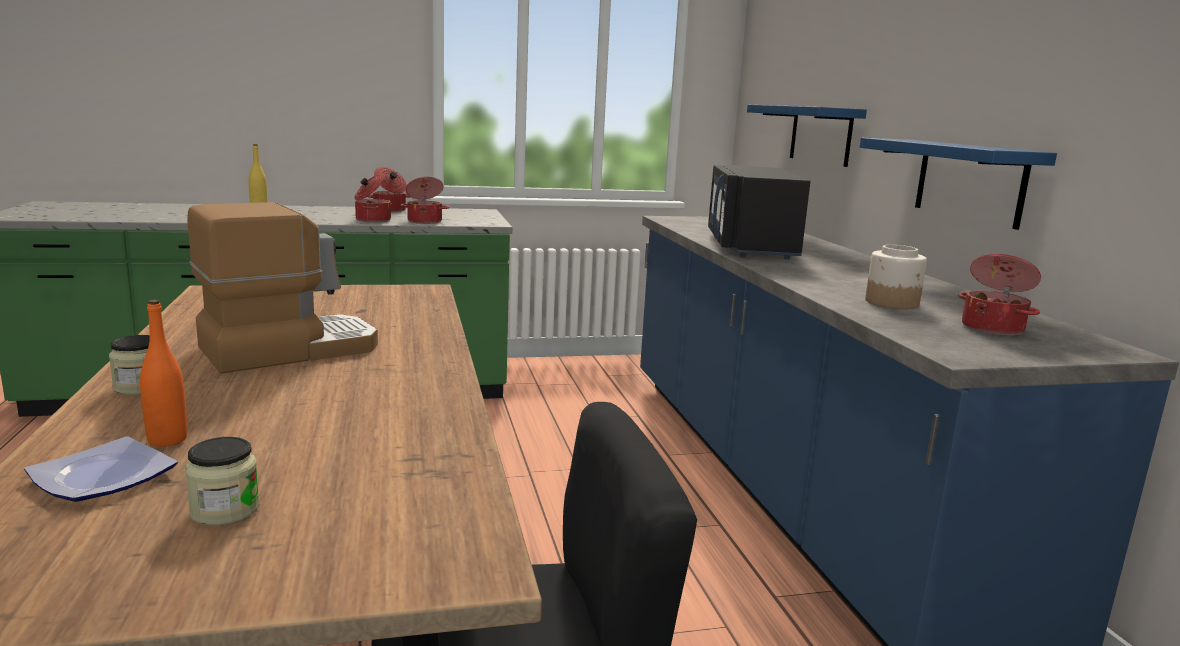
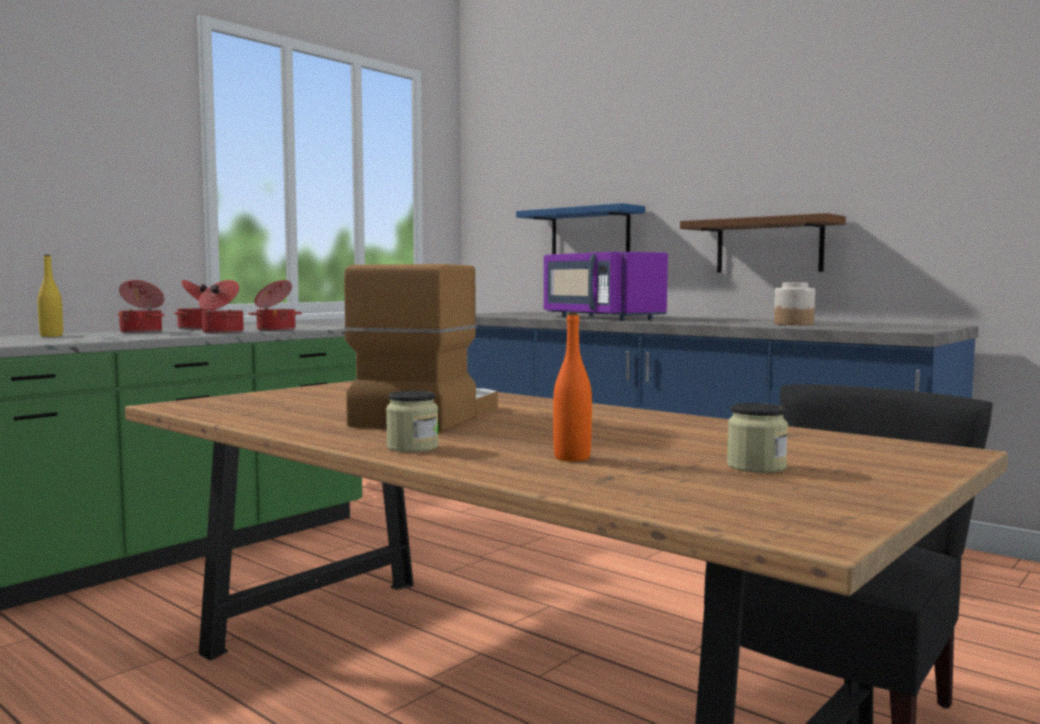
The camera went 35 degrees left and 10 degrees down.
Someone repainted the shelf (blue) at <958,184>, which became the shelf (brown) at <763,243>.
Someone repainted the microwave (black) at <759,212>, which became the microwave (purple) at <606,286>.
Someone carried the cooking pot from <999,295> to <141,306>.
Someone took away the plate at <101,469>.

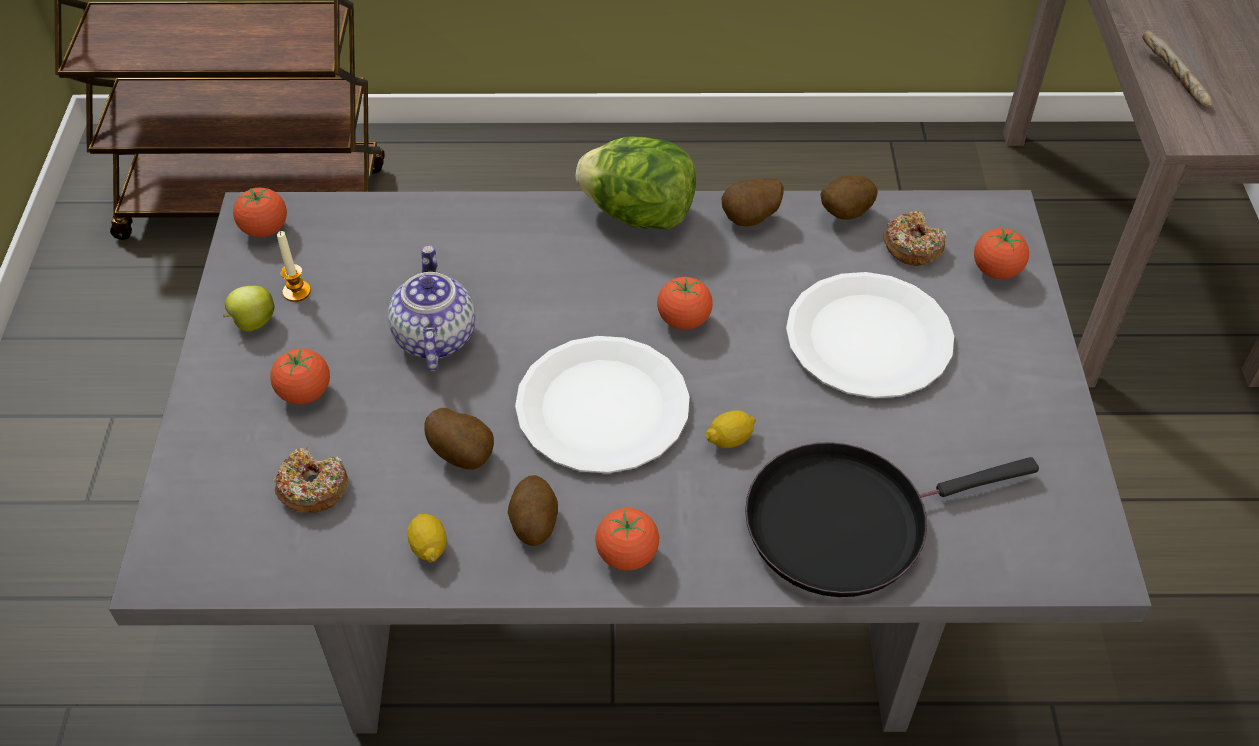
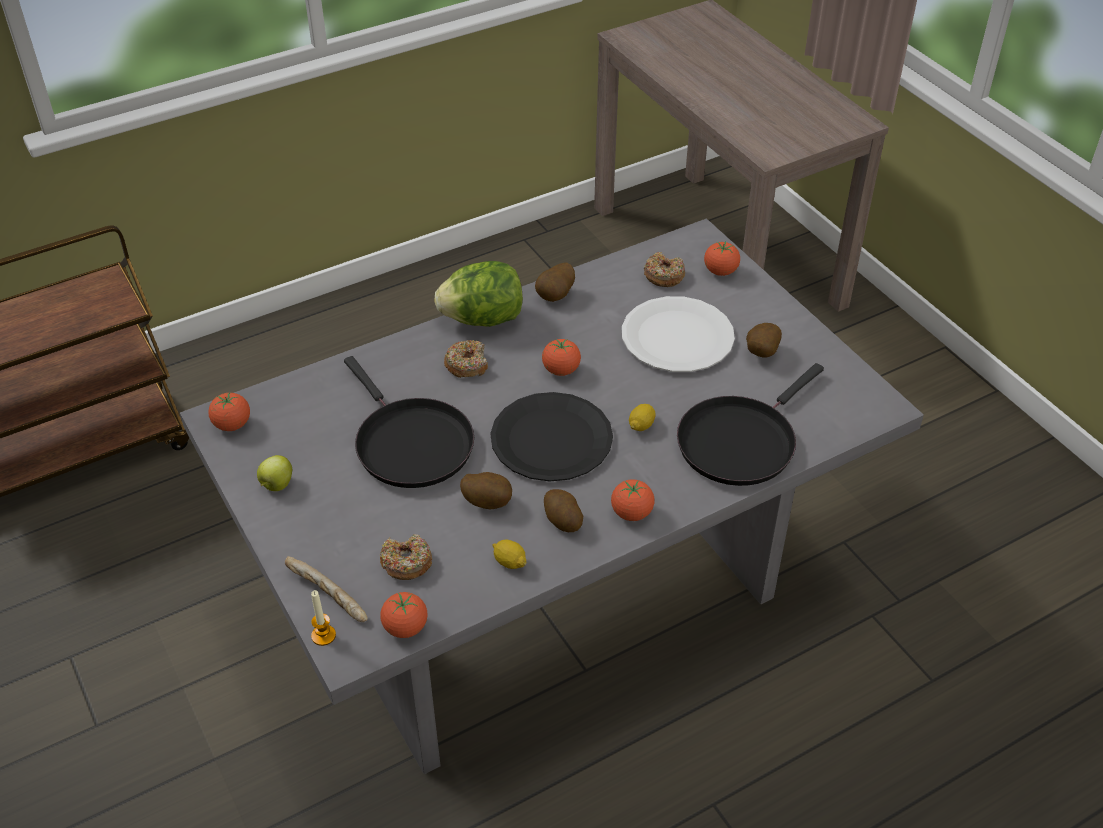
The camera went 30 degrees left and 5 degrees down.
Someone carried the bread from <1177,69> to <326,589>.
Someone carried the potato from <849,197> to <764,340>.
Someone carried the candle from <294,266> to <323,618>.
Someone swapped the teapot at <431,308> for the frying pan (black) at <409,422>.
Someone repainted the plate (white) at <602,404>, which became the plate (black) at <551,437>.
Someone carried the tomato from <300,376> to <404,615>.
Someone put down the donut at <466,359>.

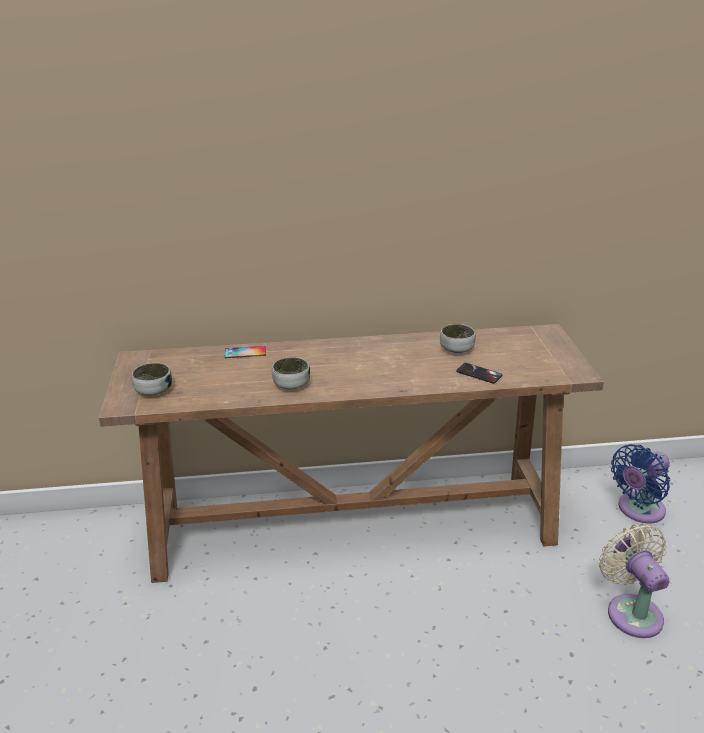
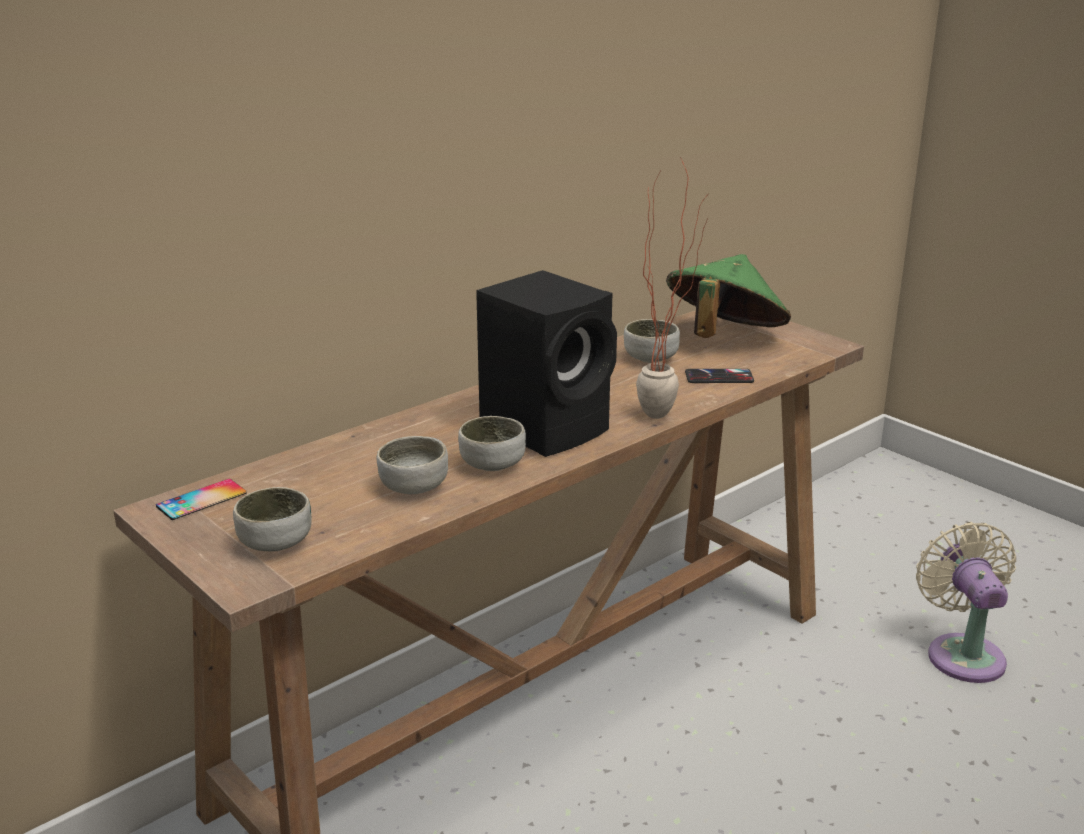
The camera went 35 degrees left and 5 degrees down.
Someone carried the phone from <245,352> to <201,499>.
Someone took away the fan (blue) at <640,484>.
Someone rotated the fan (beige) at <634,581> by 45 degrees clockwise.
Someone put down the potted plant at <673,288>.
Someone put down the hat (green) at <728,296>.
Someone put down the speaker (black) at <546,363>.
Someone put down the bowl at <412,465>.

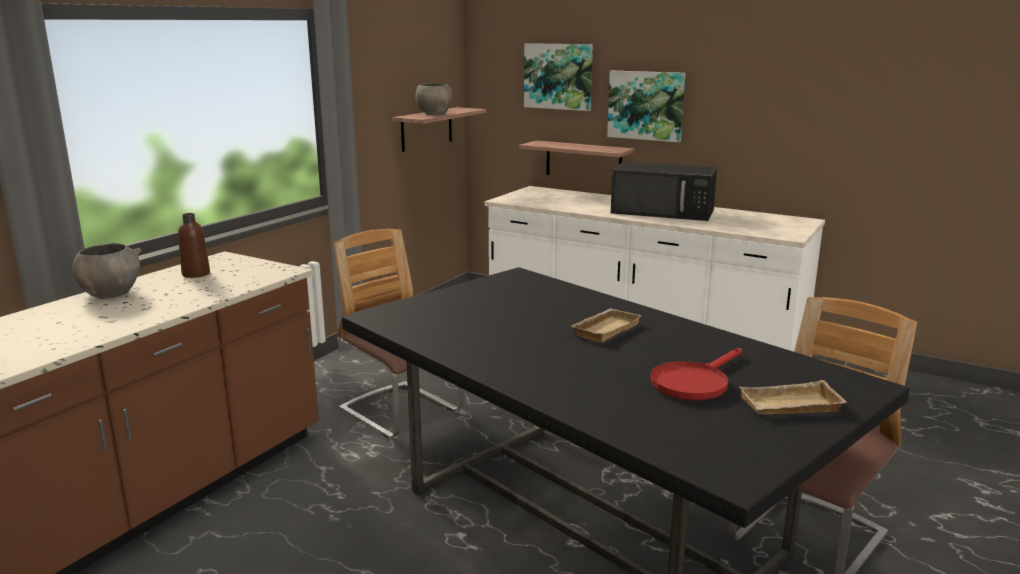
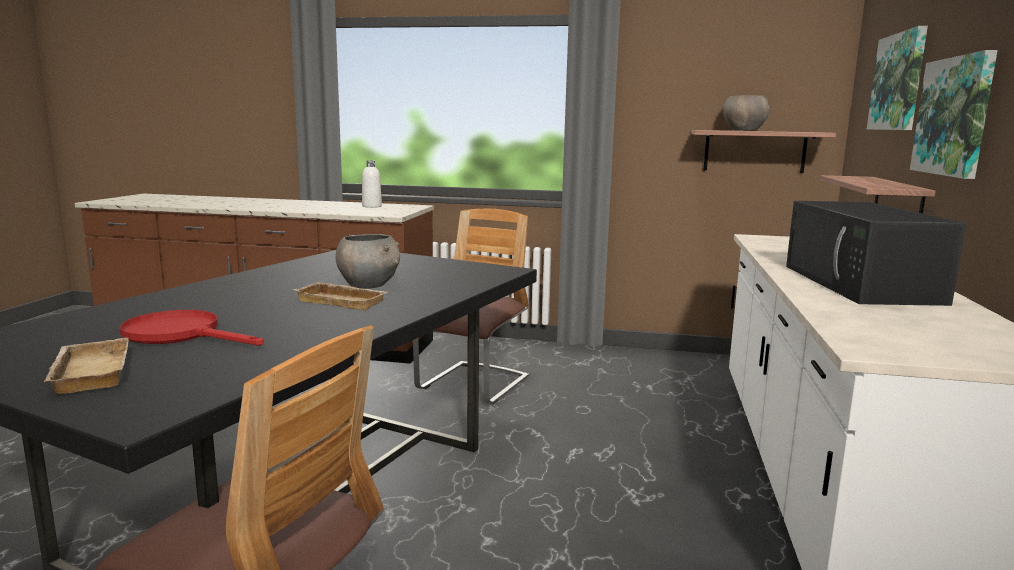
The camera went 70 degrees right and 5 degrees down.
Someone repainted the bottle (brown) at <194,245>, which became the bottle (white) at <372,184>.
Someone carried the bowl (grey) from <107,270> to <368,261>.

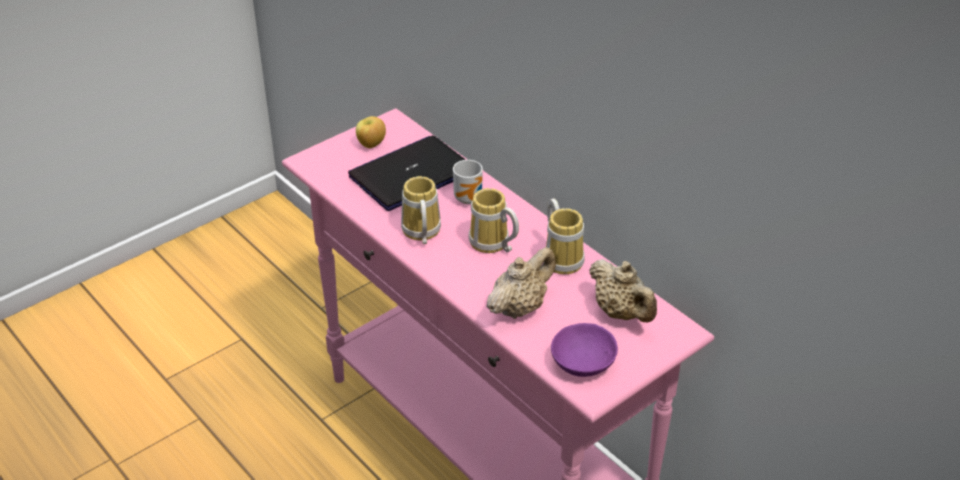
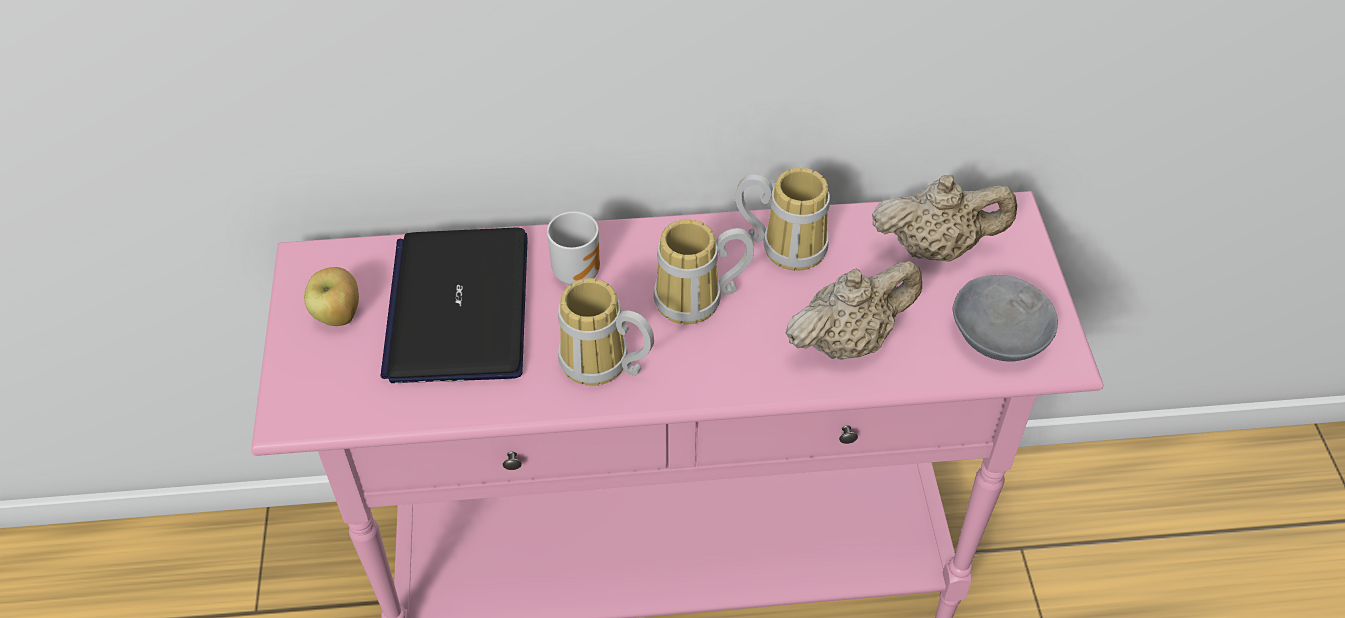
The camera went 55 degrees left and 10 degrees up.
Someone rotated the teapot (beige) at <521,283> by 75 degrees clockwise.
Someone repainted the bowl (purple) at <584,350>, which became the bowl (grey) at <1005,318>.

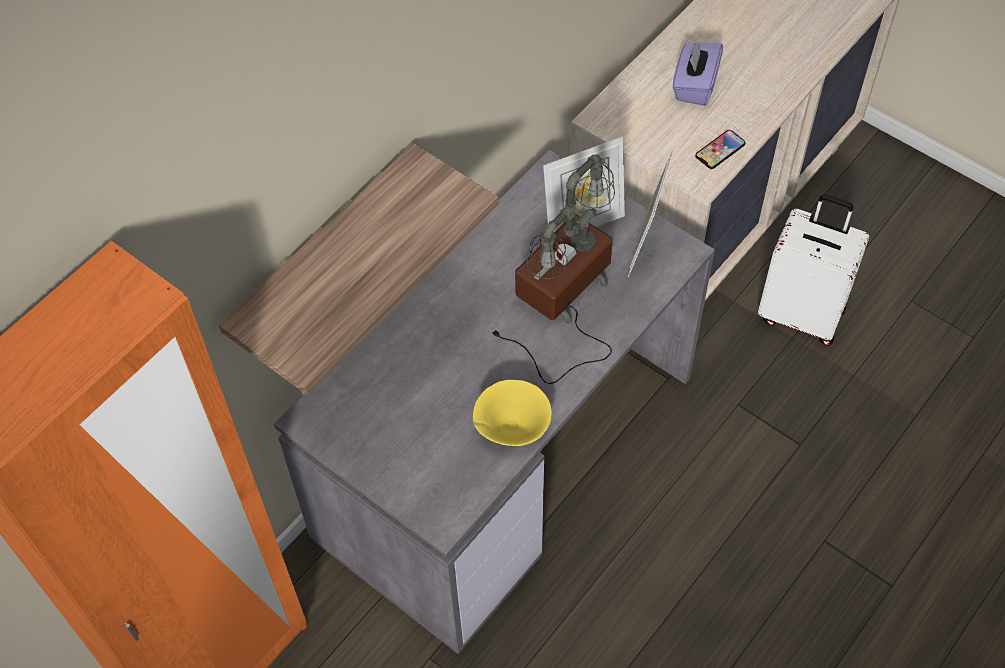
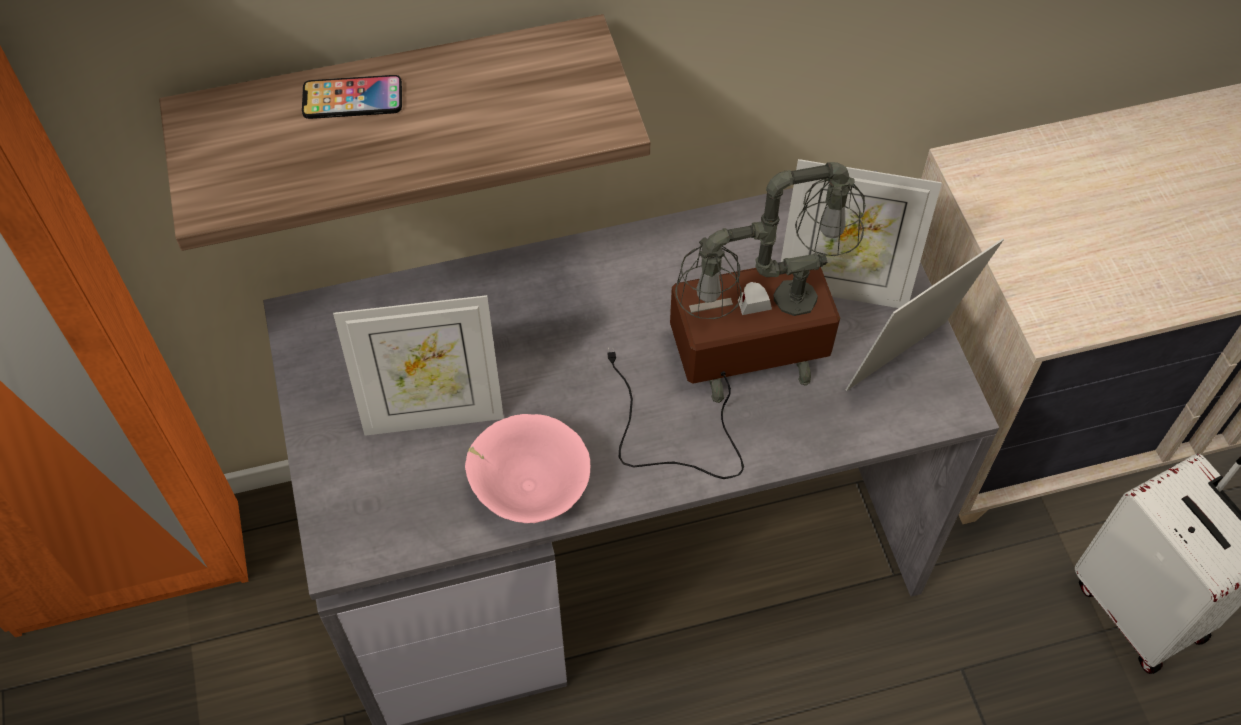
The camera went 35 degrees right and 0 degrees up.
Someone took away the tissue box (purple) at <697,73>.
Someone carried the phone from <720,149> to <352,97>.
Someone repainted the bowl (yellow) at <512,413>, which became the bowl (pink) at <527,468>.
Someone put down the picture frame at <418,365>.

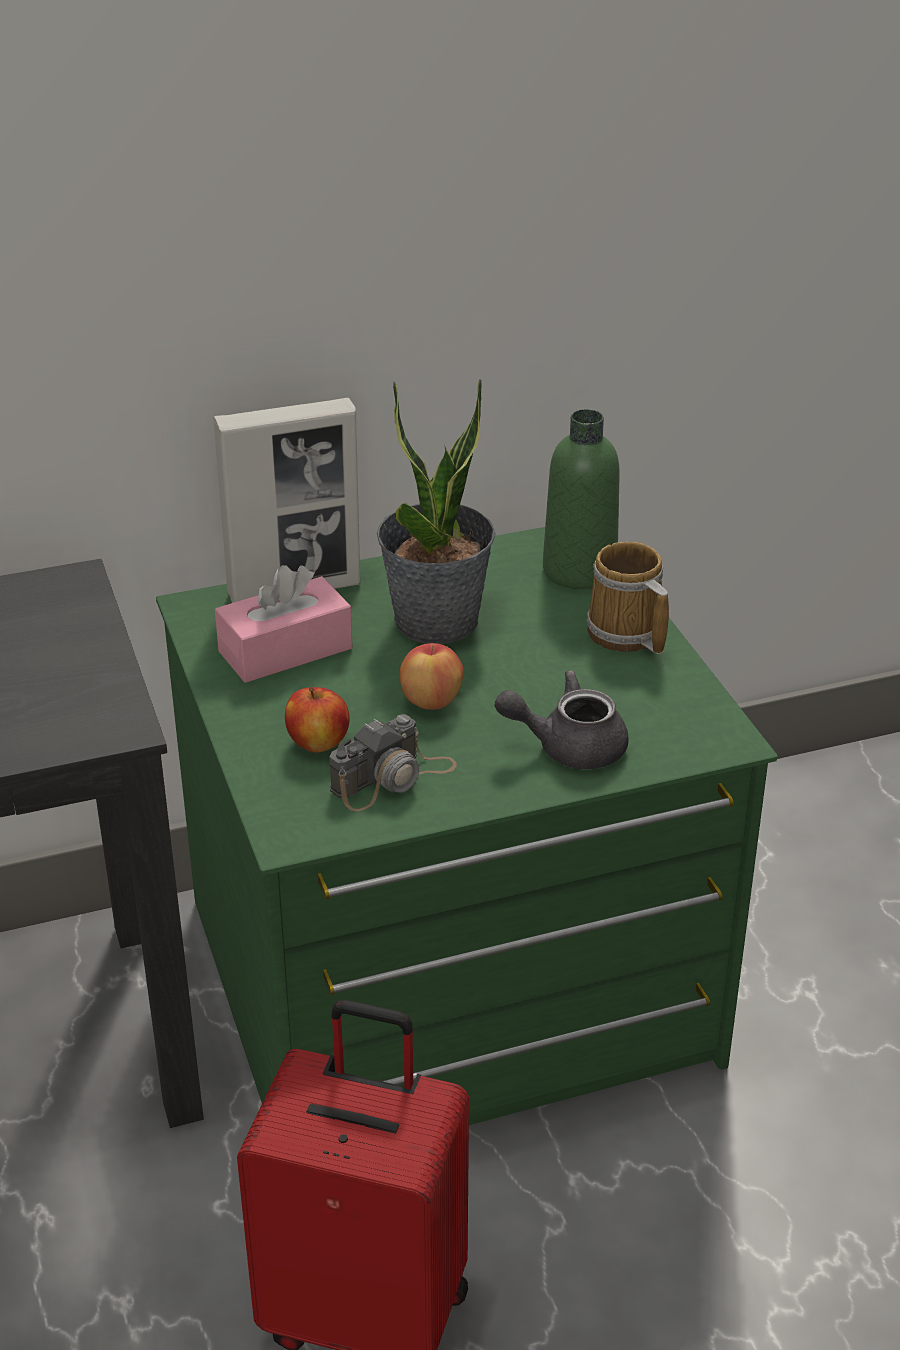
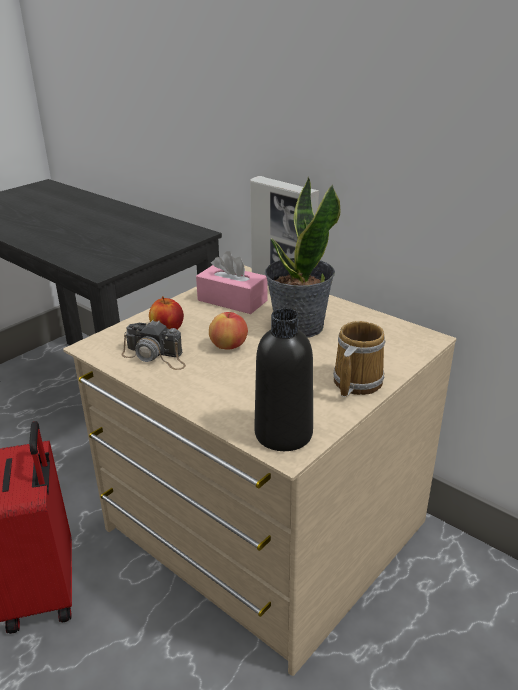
The camera went 60 degrees right and 5 degrees down.
Someone took away the bottle (green) at <581,499>.
Someone repainted the dresser (green) at <467,826>, which became the dresser (beige) at <259,470>.
Someone took away the teapot (grey) at <562,719>.
Someone put down the bottle (black) at <283,379>.

